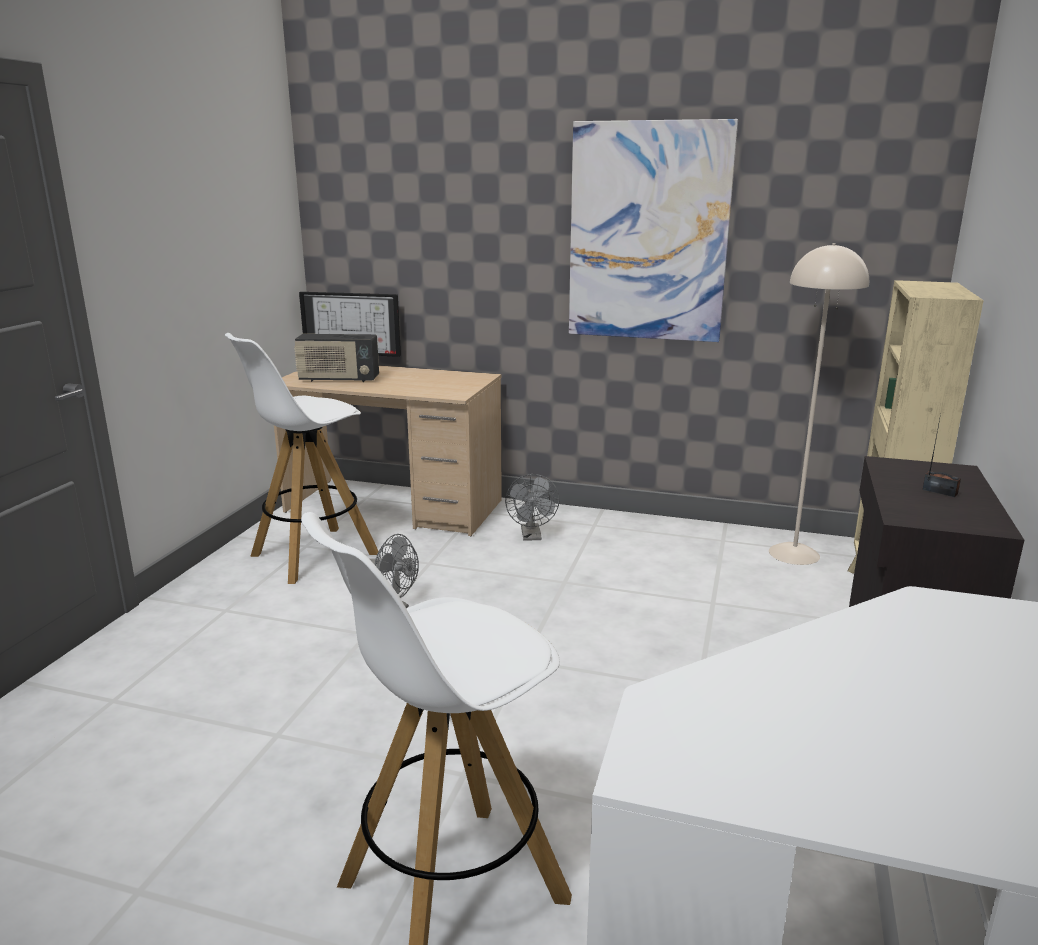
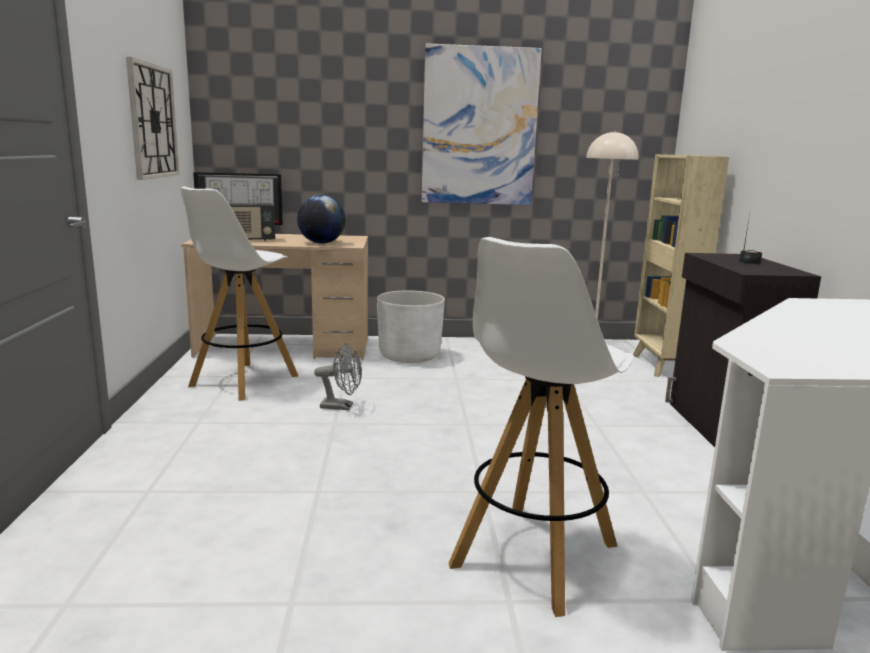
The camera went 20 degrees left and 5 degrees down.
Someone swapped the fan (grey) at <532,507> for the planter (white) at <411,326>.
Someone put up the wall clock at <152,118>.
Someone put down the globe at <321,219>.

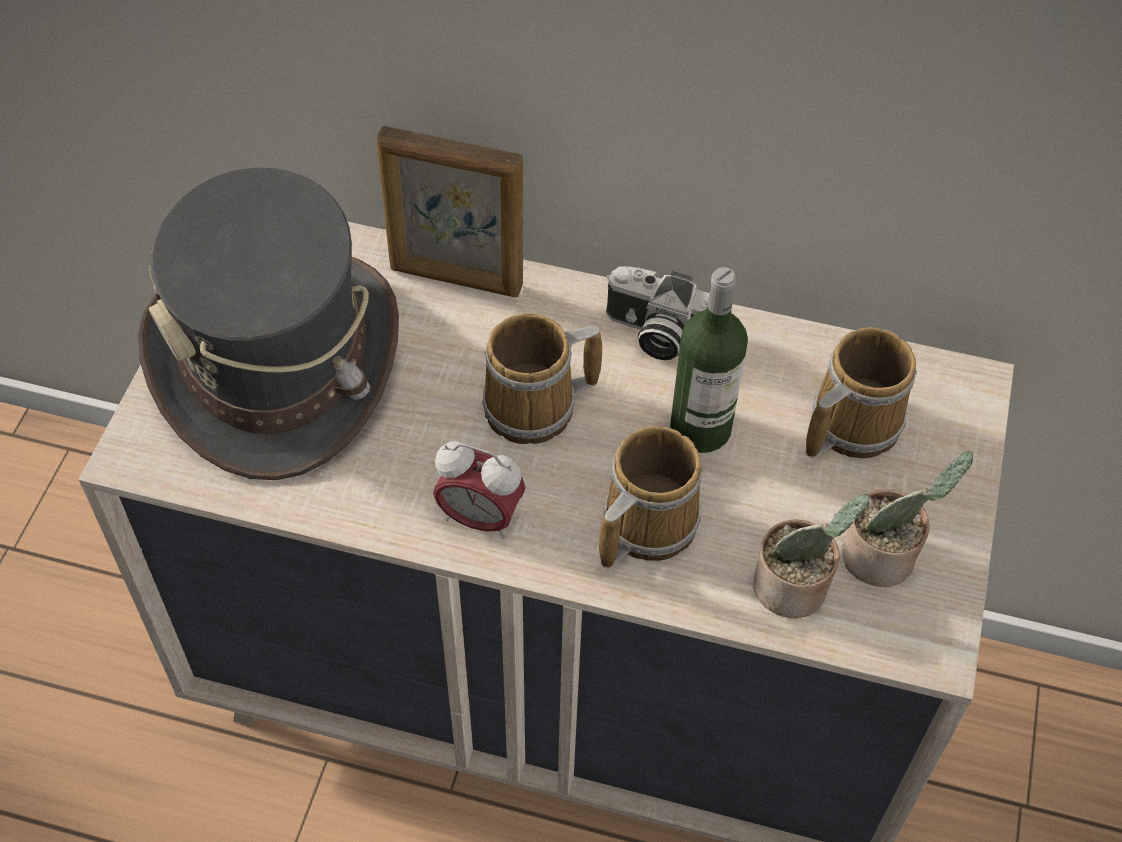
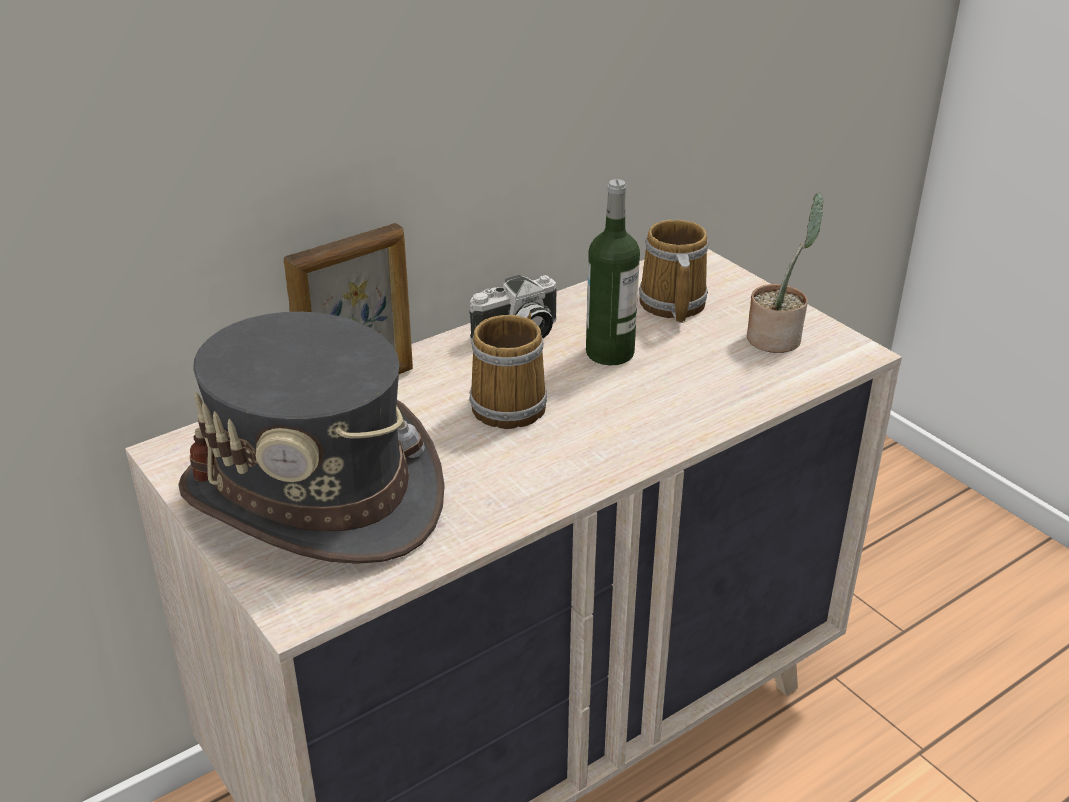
The camera went 50 degrees left and 20 degrees down.
Someone took away the mug at <651,497>.
Someone took away the alarm clock at <479,490>.
Someone took away the potted plant at <811,555>.

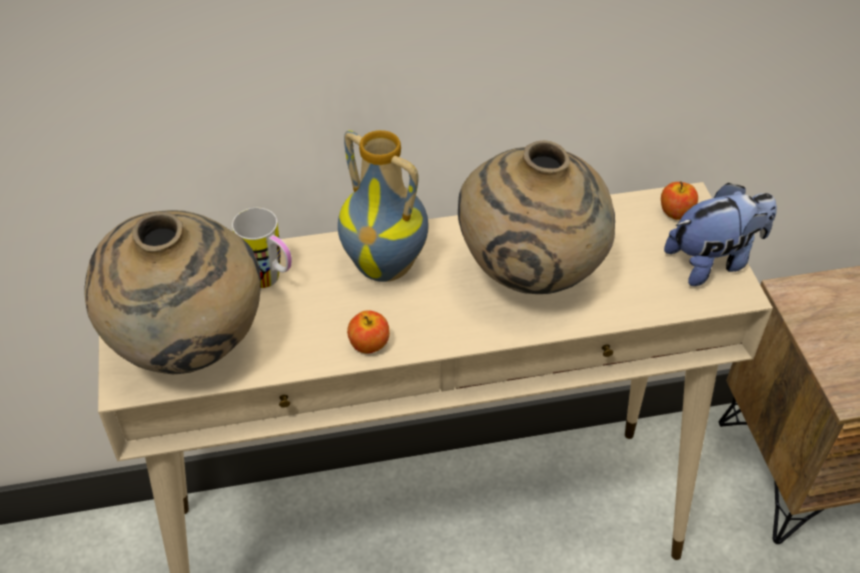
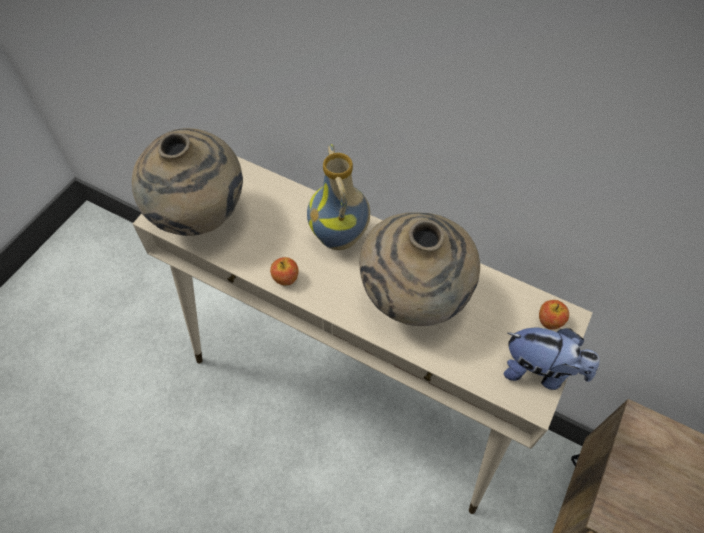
The camera went 40 degrees right and 10 degrees up.
Someone took away the mug at <262,248>.

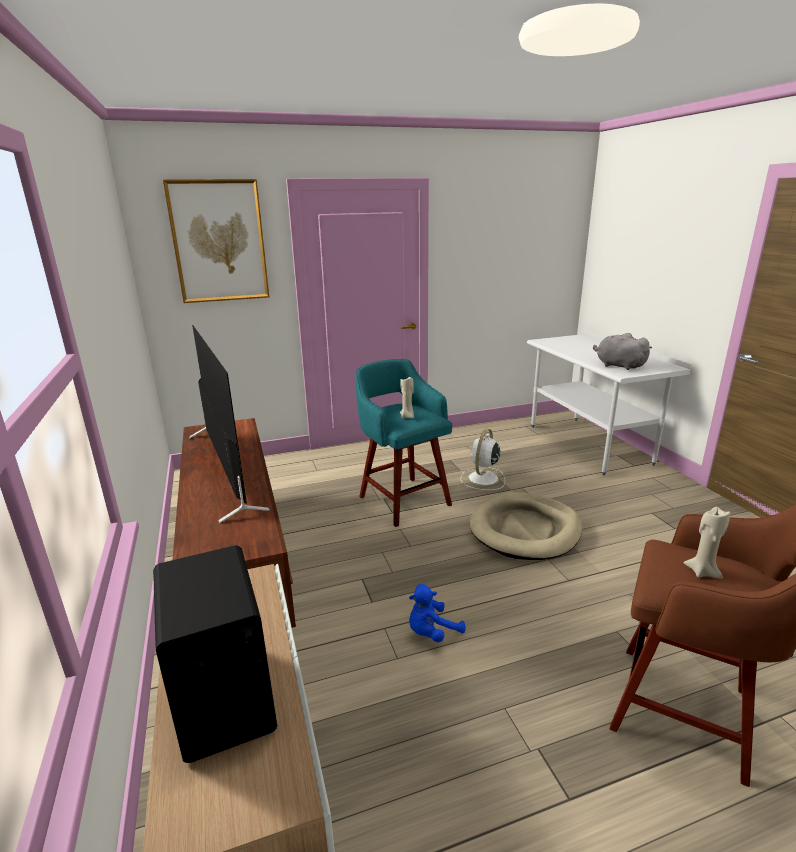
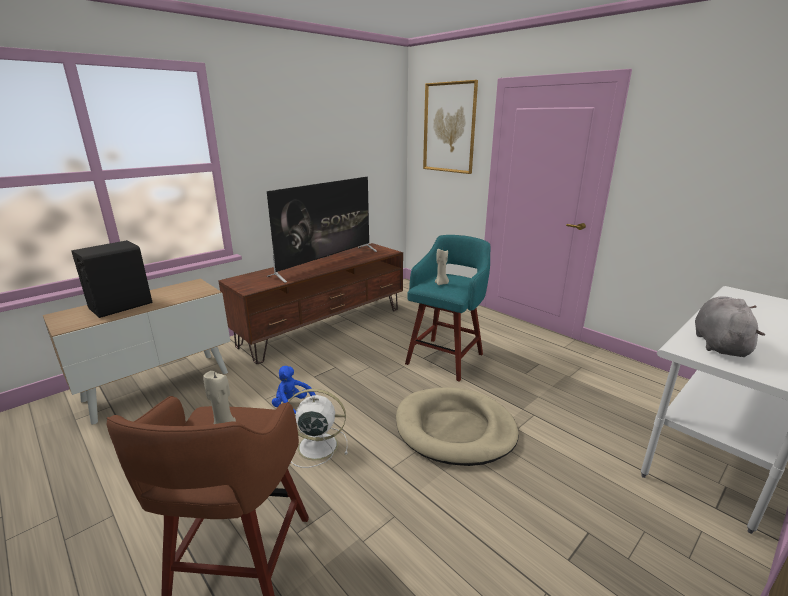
The camera went 65 degrees right and 0 degrees up.
Someone carried the fan (white) from <482,459> to <318,428>.

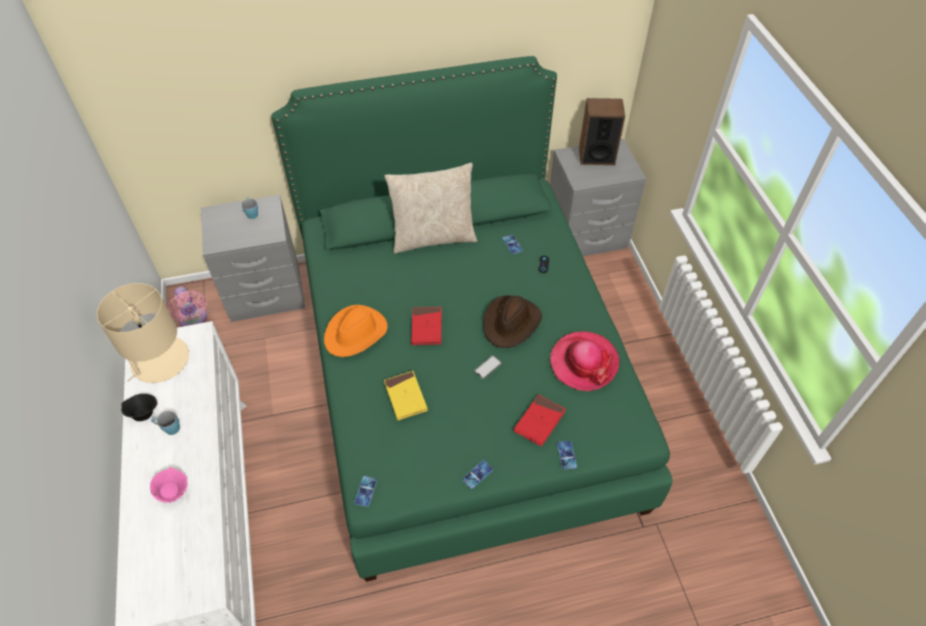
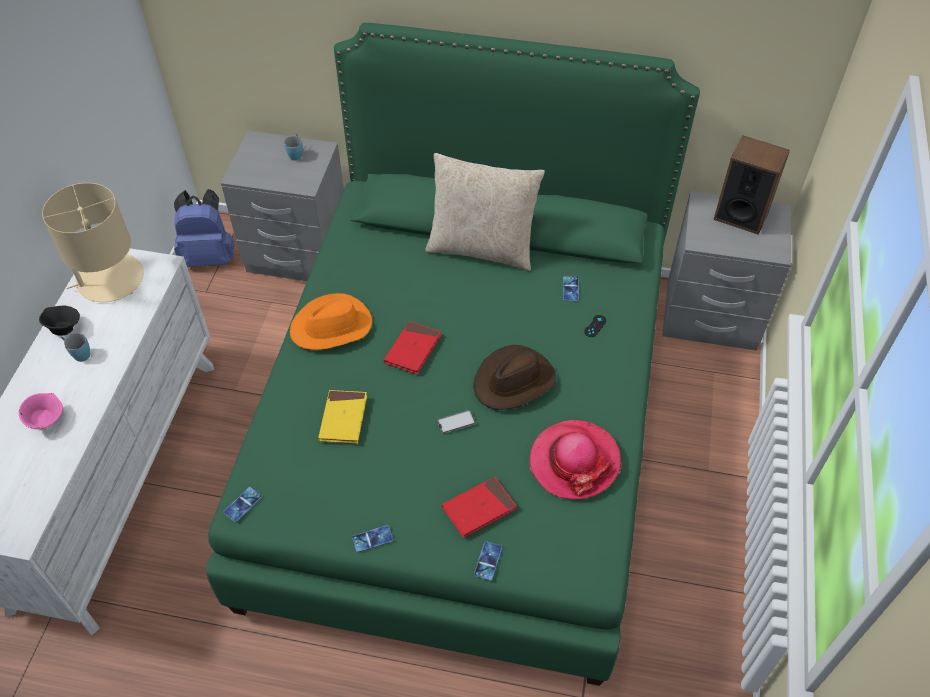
The camera went 25 degrees right and 0 degrees up.
Someone swapped the fan (pink) at <187,307> for the backpack (blue) at <204,228>.

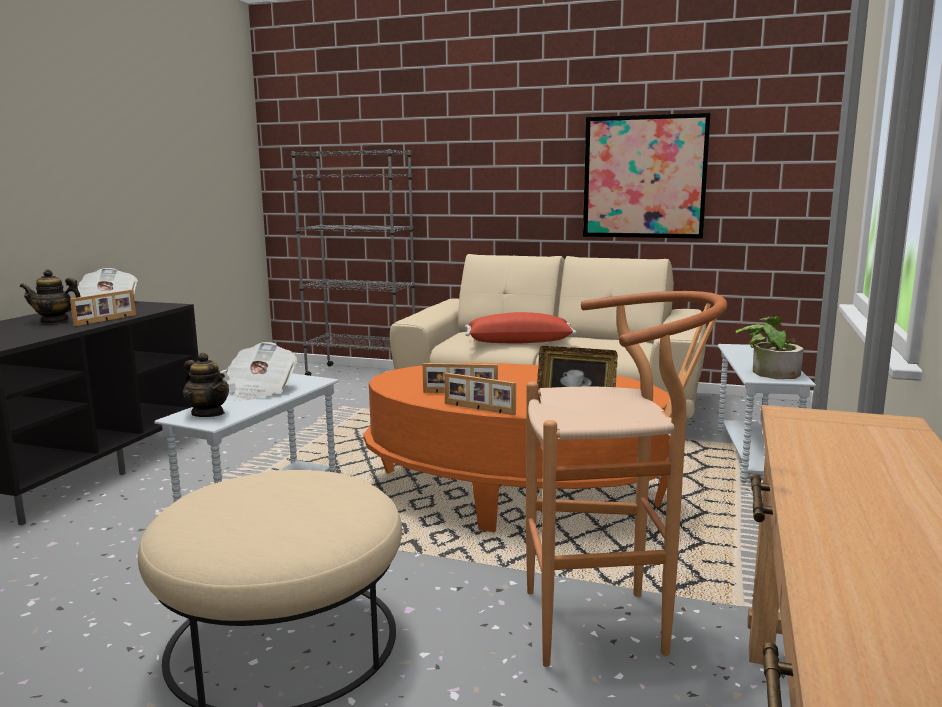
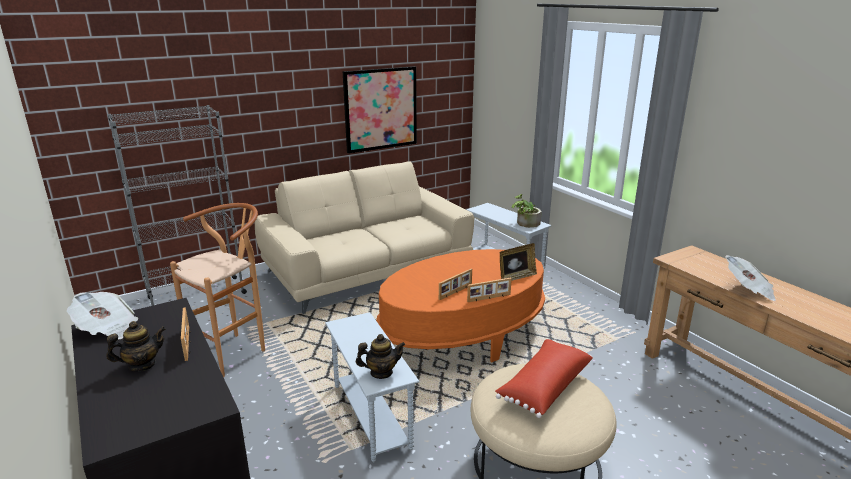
The camera went 50 degrees left and 10 degrees up.
Someone rotated the teapot at <50,296> by 150 degrees counterclockwise.
Someone carried the stool (brown) from <626,479> to <217,290>.
Someone carried the pillow (red) from <521,327> to <544,378>.
Someone carried the newspaper from <261,371> to <751,278>.

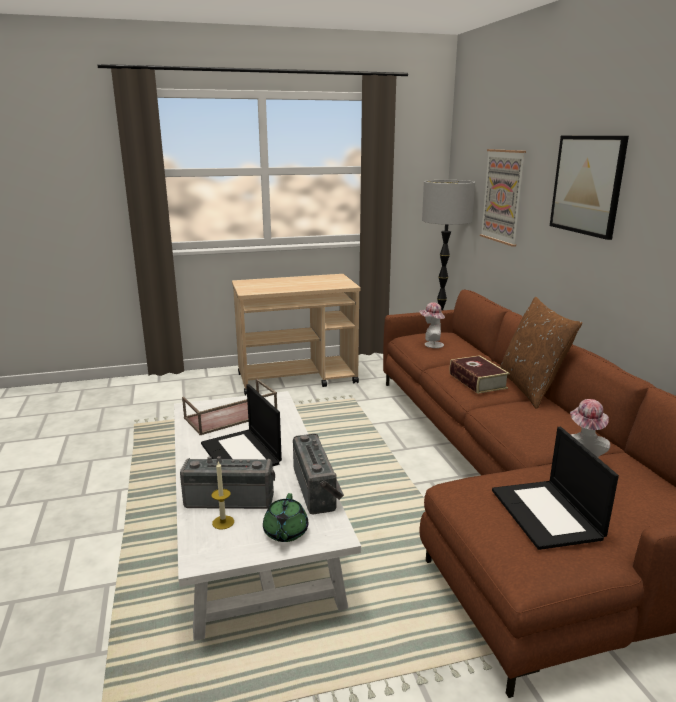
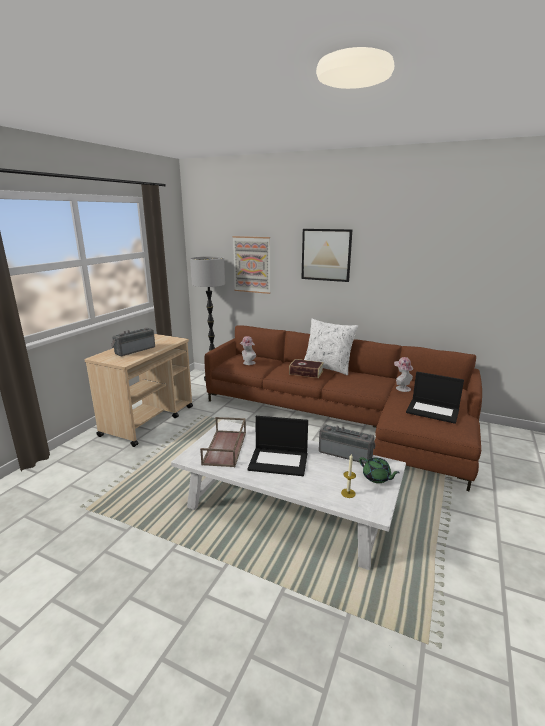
The camera went 50 degrees left and 0 degrees up.
Someone repainted the pillow (brown) at <541,353>, which became the pillow (white) at <331,347>.
Someone carried the radio from <227,482> to <133,342>.

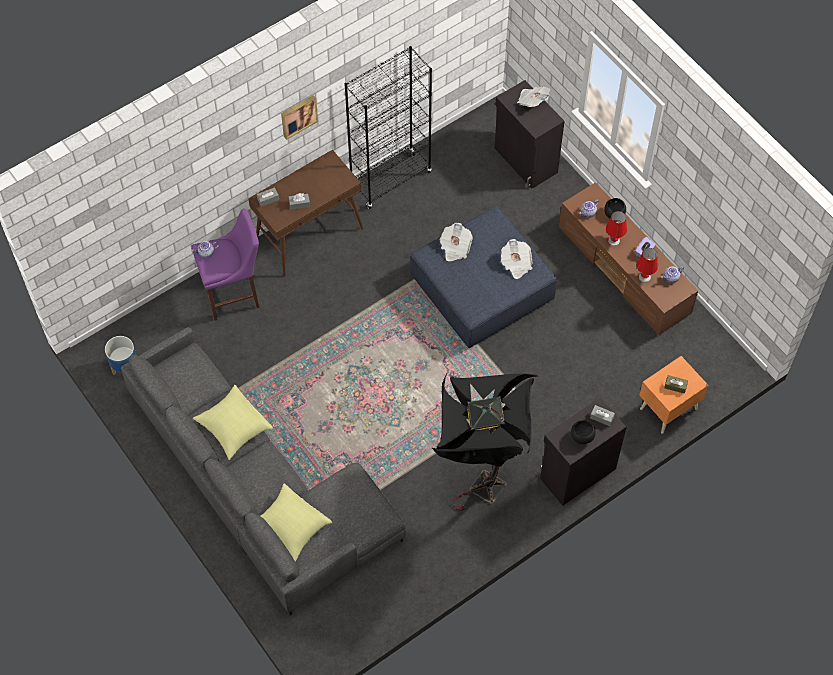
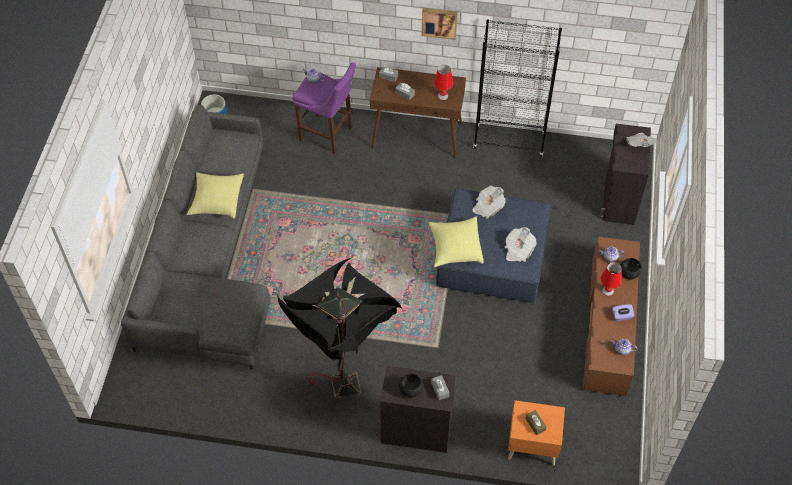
The camera went 45 degrees right and 5 degrees down.
Someone carried the table lamp (red) from <647,265> to <443,82>.
Someone carried the pillow (yellow) from <296,522> to <456,241>.

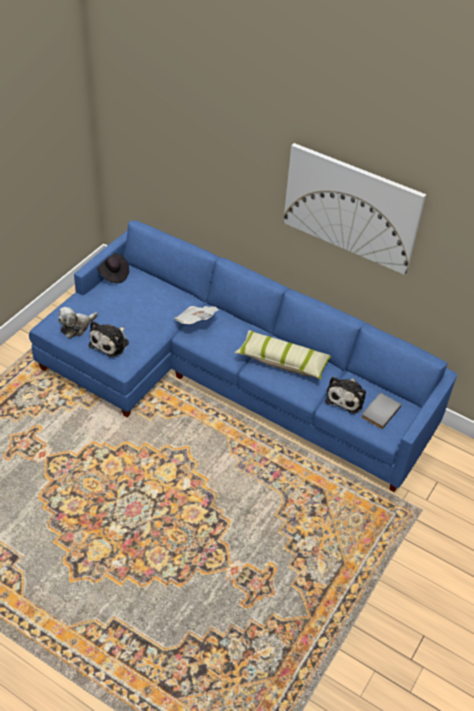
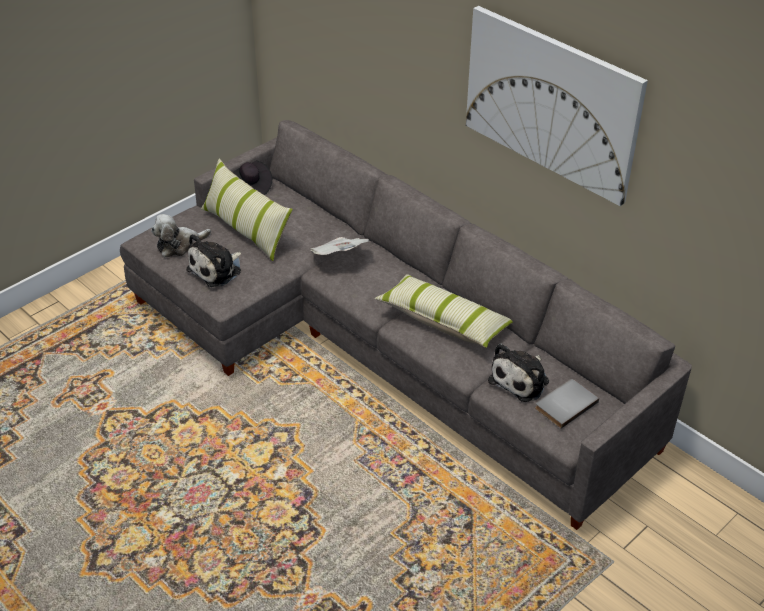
The camera went 15 degrees right and 5 degrees down.
Someone repainted the sofa (blue) at <243,356>, which became the sofa (grey) at <406,325>.
Someone put down the pillow at <247,210>.

